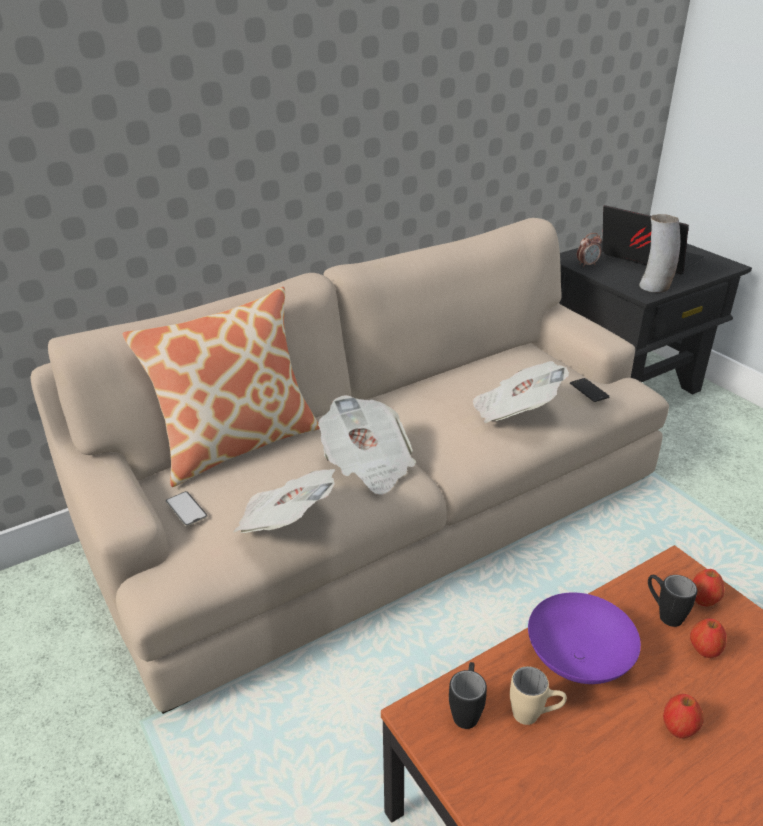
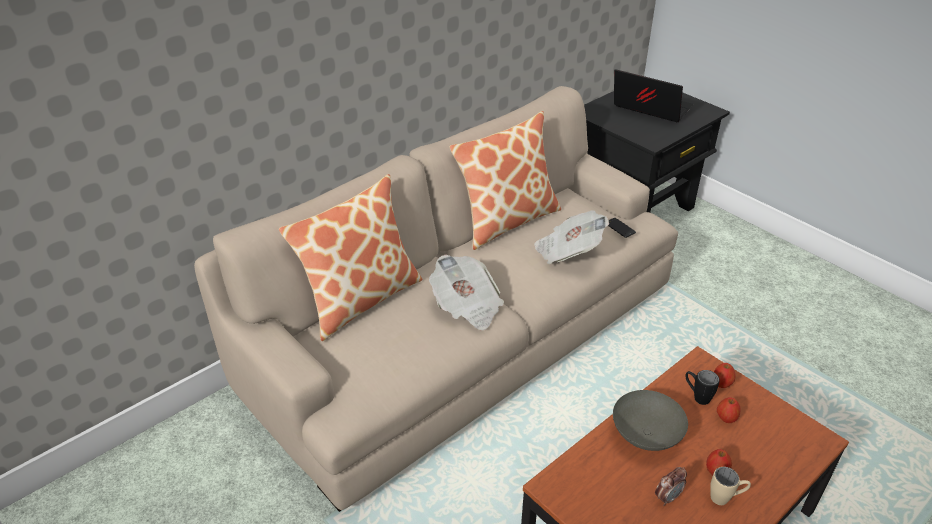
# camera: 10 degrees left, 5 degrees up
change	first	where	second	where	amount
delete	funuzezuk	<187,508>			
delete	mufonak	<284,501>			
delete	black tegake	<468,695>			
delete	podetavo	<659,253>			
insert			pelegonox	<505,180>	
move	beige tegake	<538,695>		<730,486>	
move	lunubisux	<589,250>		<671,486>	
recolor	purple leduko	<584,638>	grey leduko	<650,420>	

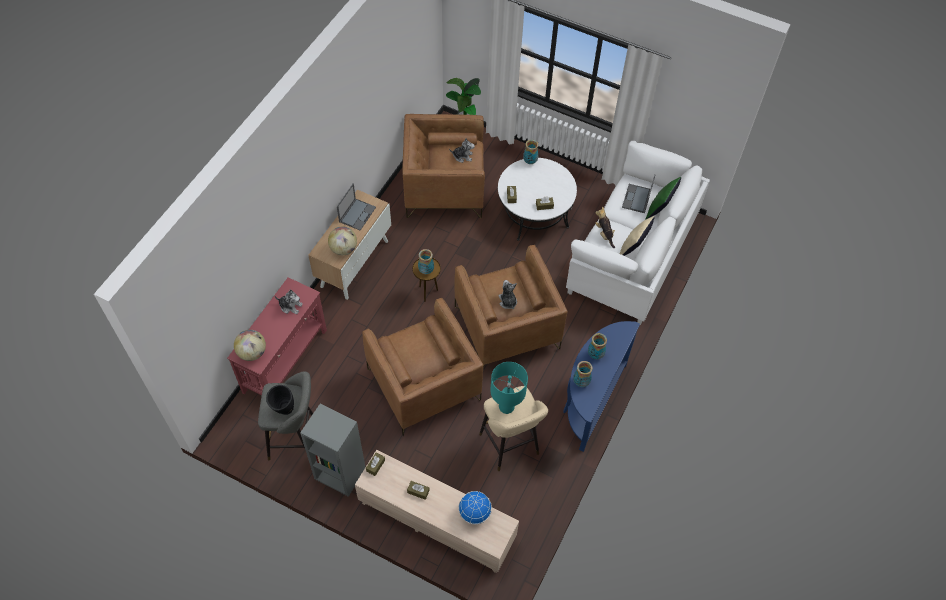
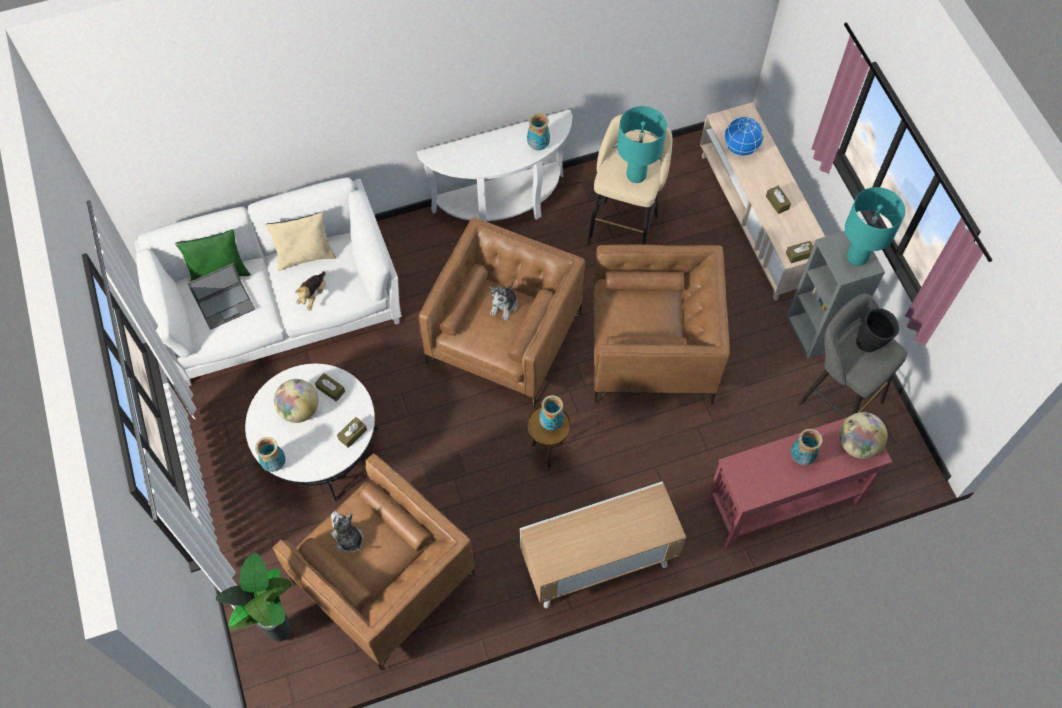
# camera: 135 degrees left, 5 degrees up
change	first	where	second	where	amount
delete	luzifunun	<289,301>			
delete	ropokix	<356,207>			
insert			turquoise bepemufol	<875,226>	
move	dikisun	<342,240>		<296,401>	
move	podetavo	<597,346>		<806,447>	
recolor	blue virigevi	<601,386>	white virigevi	<494,166>	
rotate	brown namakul	<422,367>		<661,324>	75 degrees clockwise

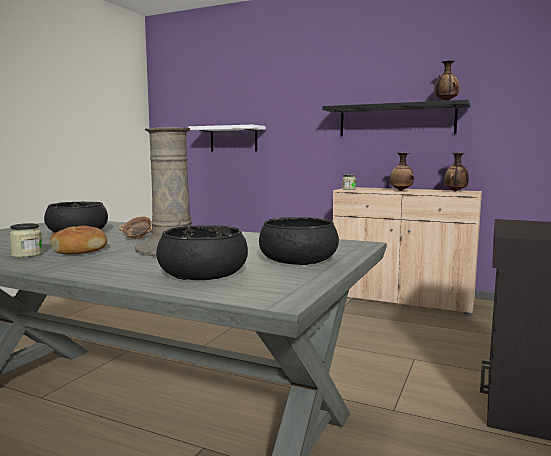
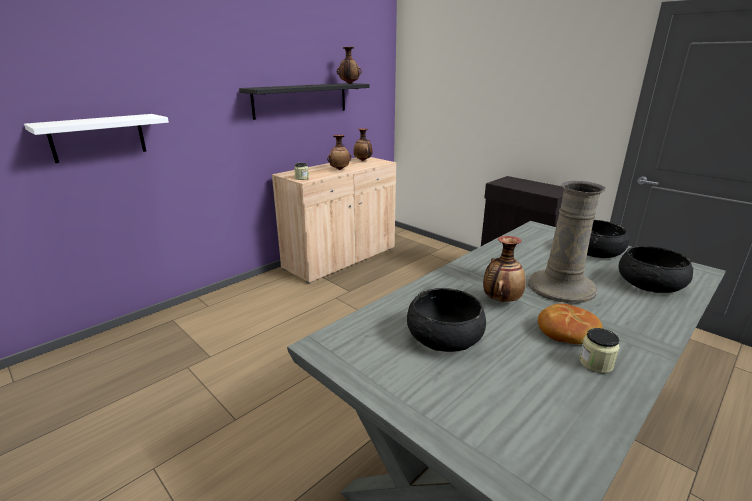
# camera: 70 degrees left, 15 degrees up
change	first	where	second	where	amount
replace	leduko	<135,227>	podetavo	<504,269>	

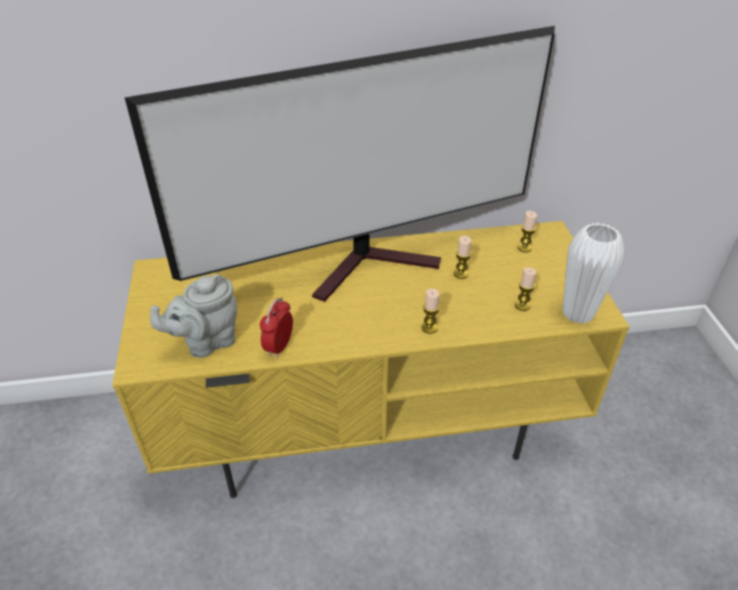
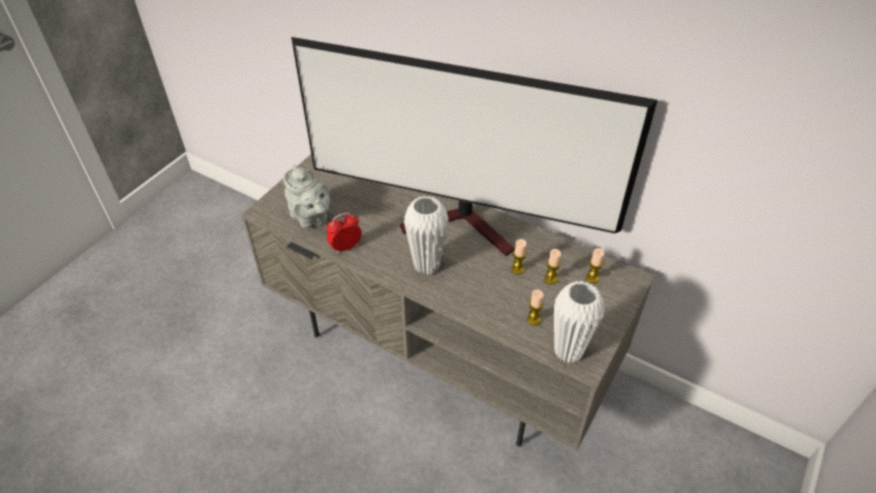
# camera: 40 degrees right, 5 degrees up
change	first	where	second	where	amount
insert			white podetavo	<426,235>	
move	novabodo	<431,311>		<552,266>	
recolor	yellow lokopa	<371,359>	grey lokopa	<448,302>	
rotate	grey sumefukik	<193,315>		<306,197>	135 degrees counterclockwise

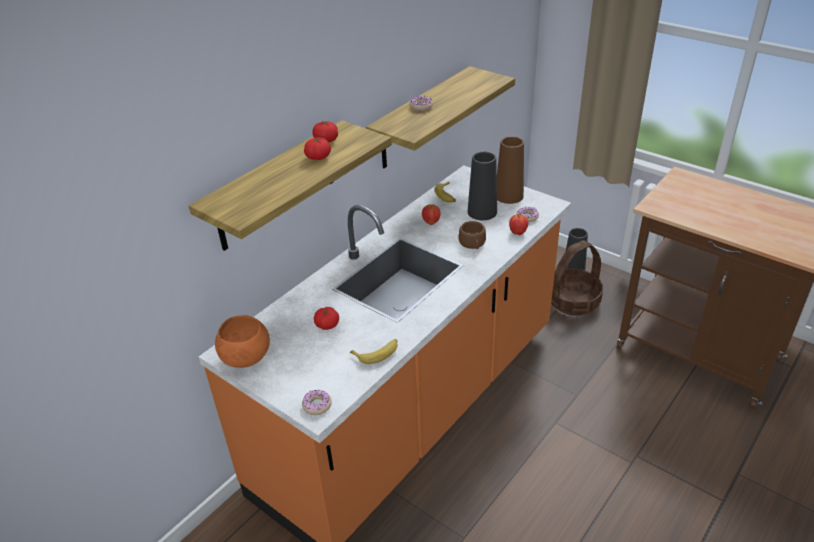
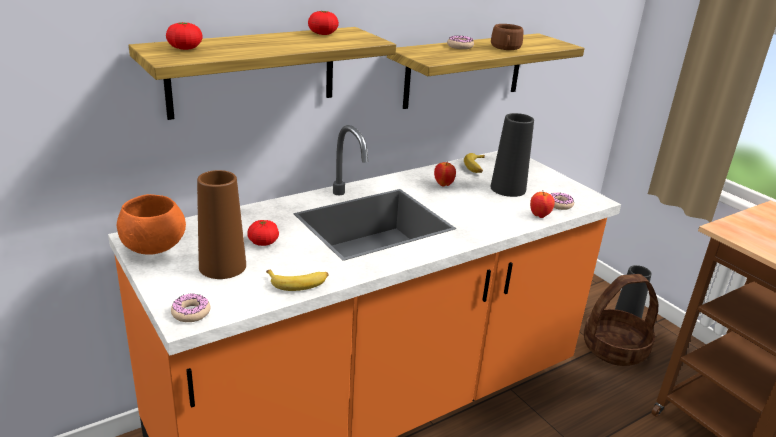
# camera: 15 degrees right, 10 degrees down
change	first	where	second	where	amount
move	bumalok	<317,148>		<184,36>	
move	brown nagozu	<472,235>		<507,37>	
move	brown podetavo	<510,170>		<221,224>	

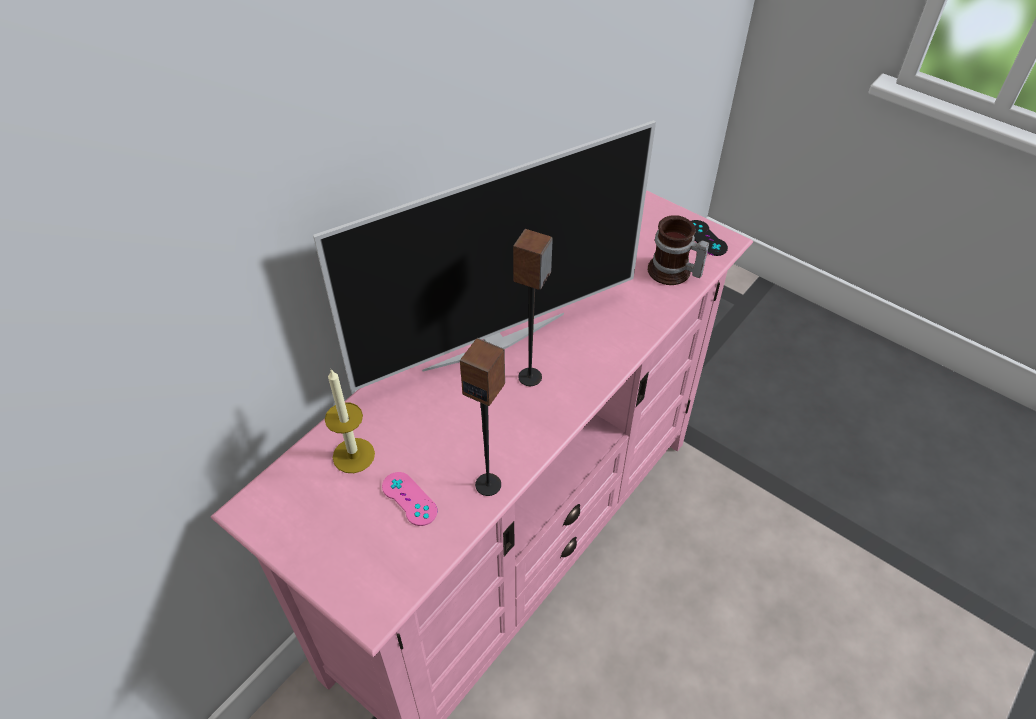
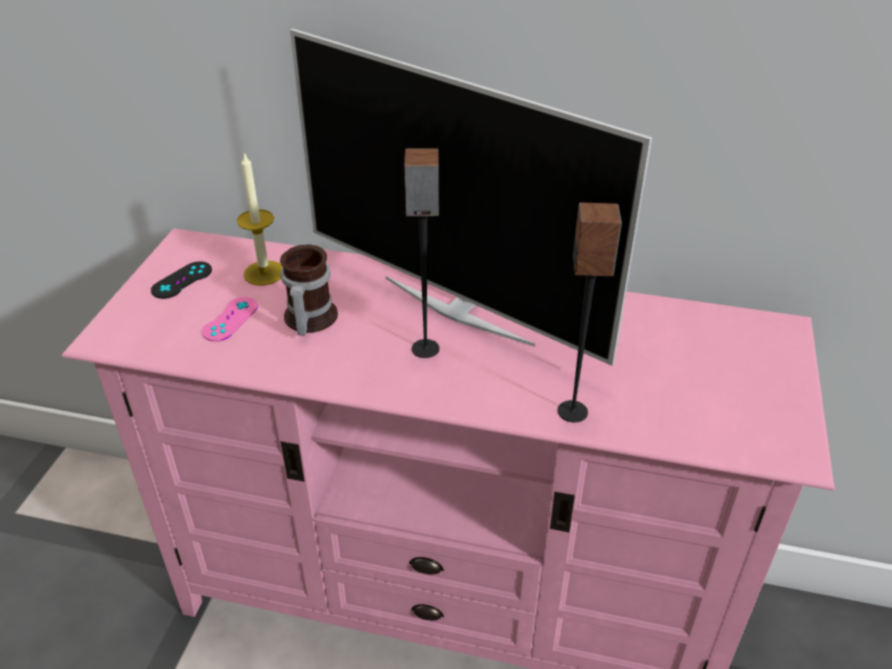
# camera: 65 degrees right, 10 degrees down
change	first	where	second	where	amount
move	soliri	<482,417>		<590,312>	
move	tegake	<678,250>		<309,290>	
move	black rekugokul	<709,238>		<181,280>	

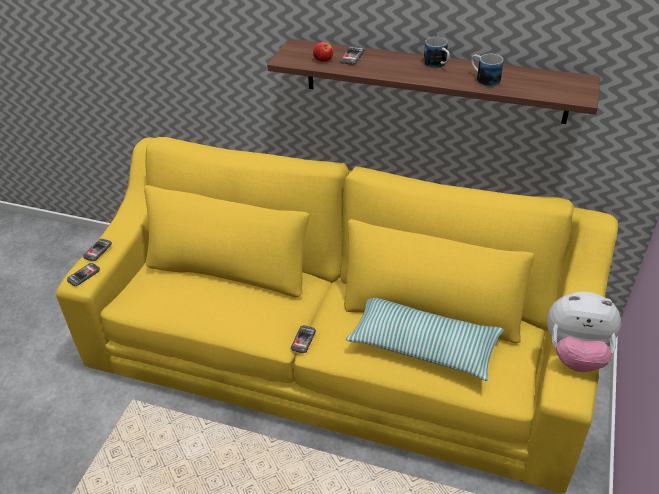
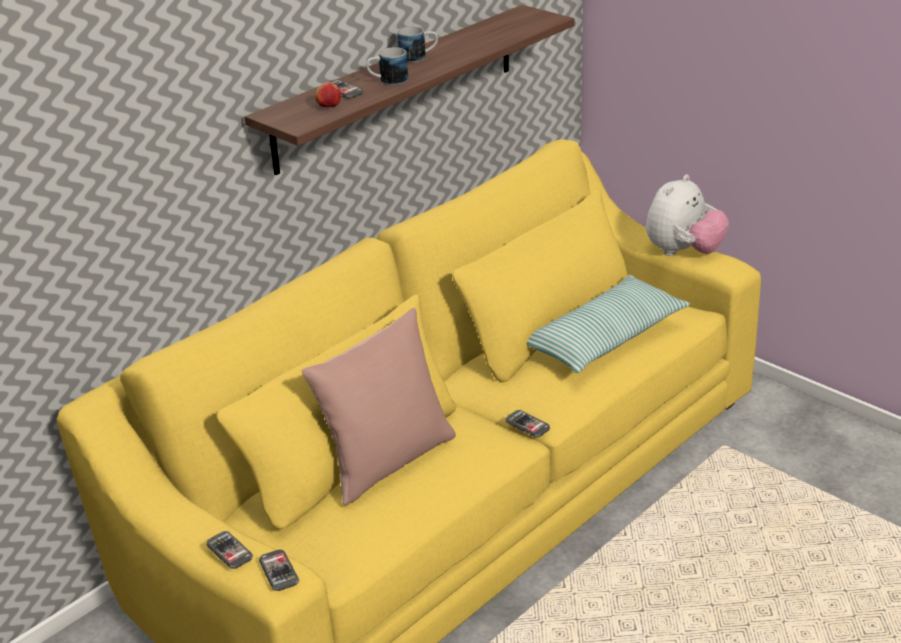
# camera: 65 degrees left, 10 degrees down
change	first	where	second	where	amount
insert			pink pelegonox	<379,407>	
move	tegake	<487,70>		<387,66>	

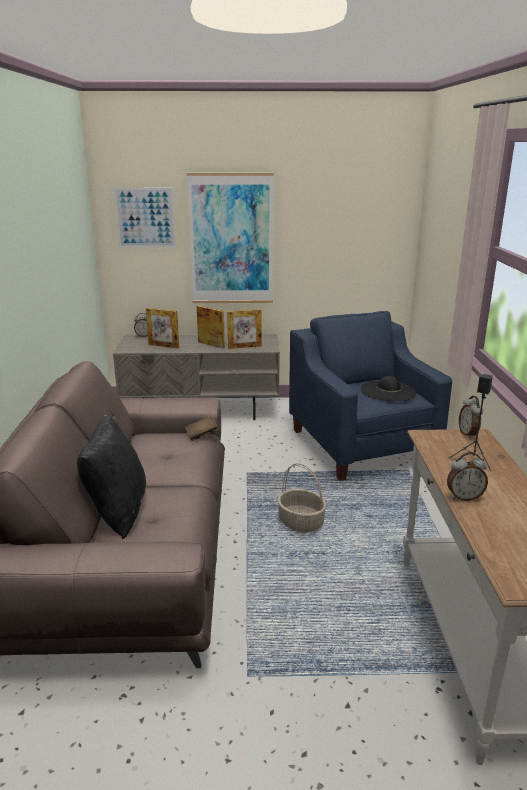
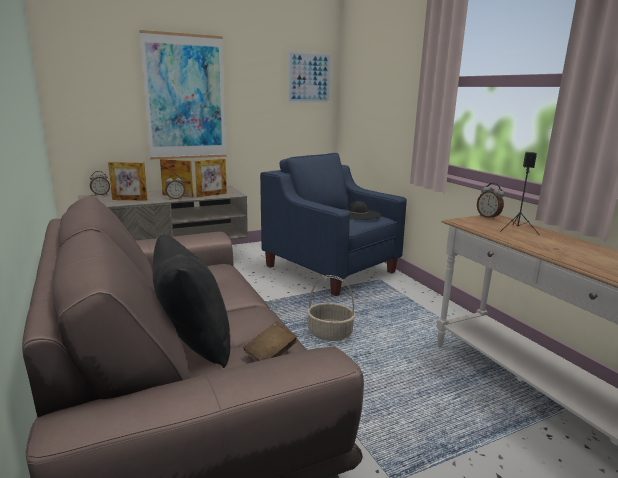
# camera: 25 degrees left, 5 degrees down
change	first	where	second	where	amount
move	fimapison	<145,218>		<310,77>	
move	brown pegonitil	<202,428>		<270,341>	
move	lunubisux	<467,476>		<175,186>	

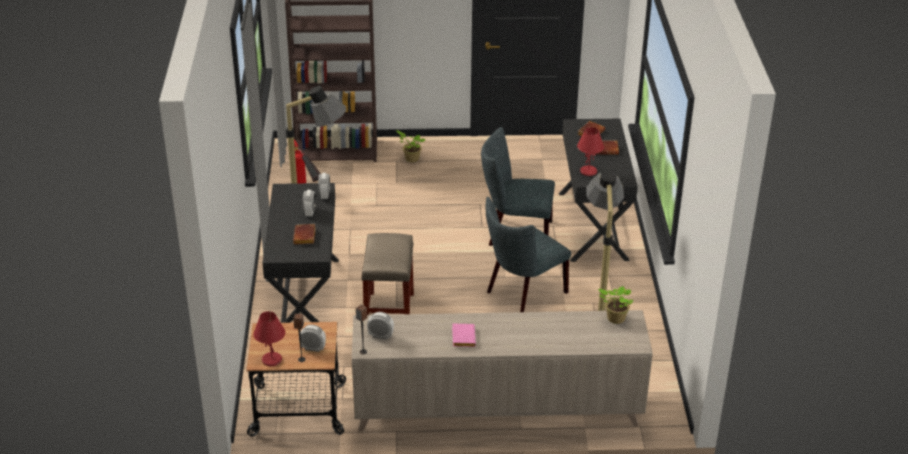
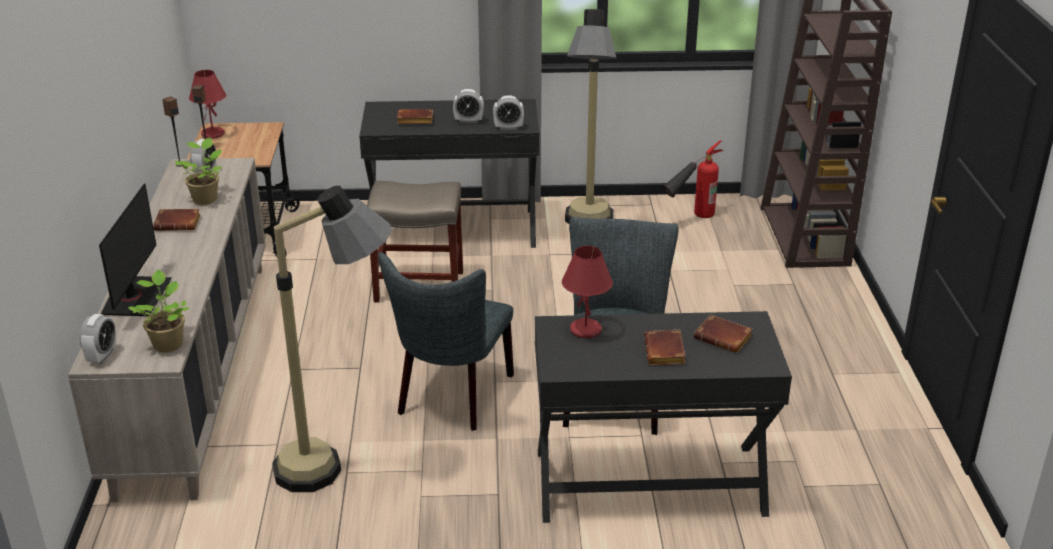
# camera: 90 degrees right, 5 degrees down
change	first	where	second	where	amount
insert			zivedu	<135,249>	
move	lunubisux	<313,338>		<98,339>	
move	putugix	<410,146>		<198,171>	
recolor	pink pegonitil	<464,335>	brown pegonitil	<176,220>	
rotate	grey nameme	<528,254>		<446,341>	120 degrees counterclockwise

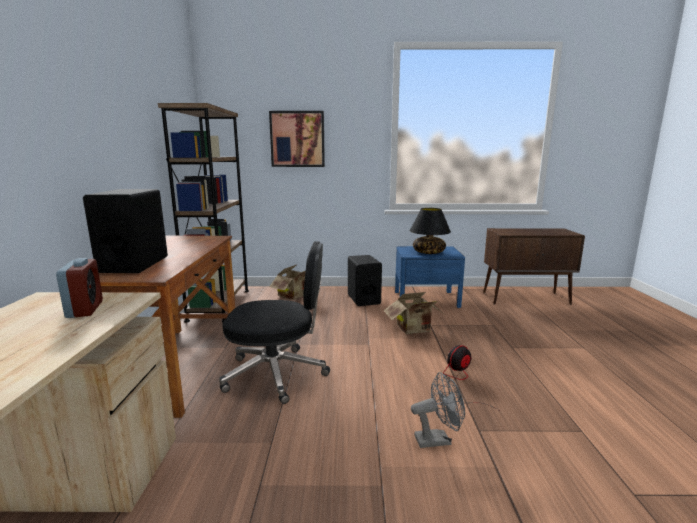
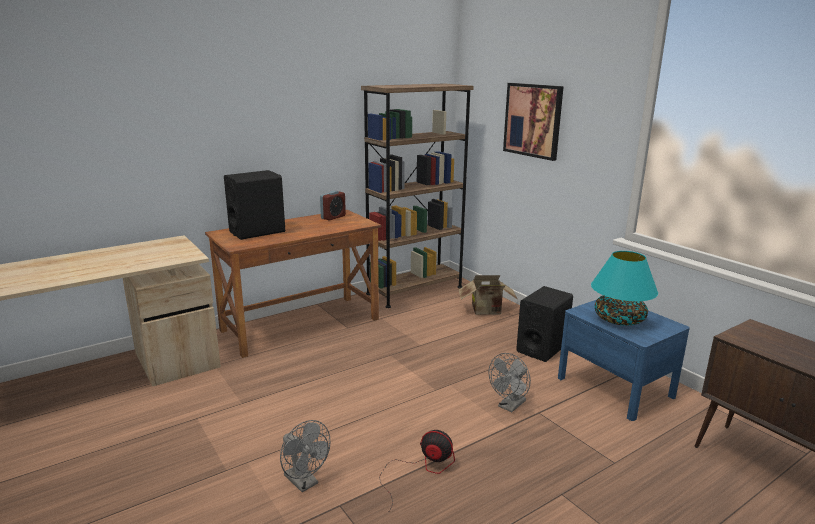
# camera: 55 degrees right, 5 degrees up
change	first	where	second	where	amount
delete	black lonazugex	<274,322>			
move	lunubisux	<79,288>		<333,206>	
replace	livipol	<414,313>	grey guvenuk	<509,382>	
recolor	black bepemufol	<430,231>	turquoise bepemufol	<624,288>	

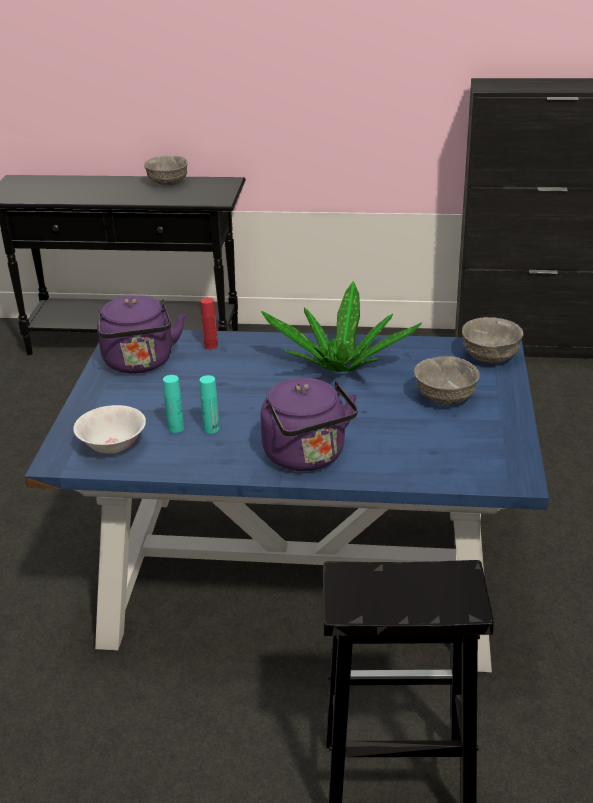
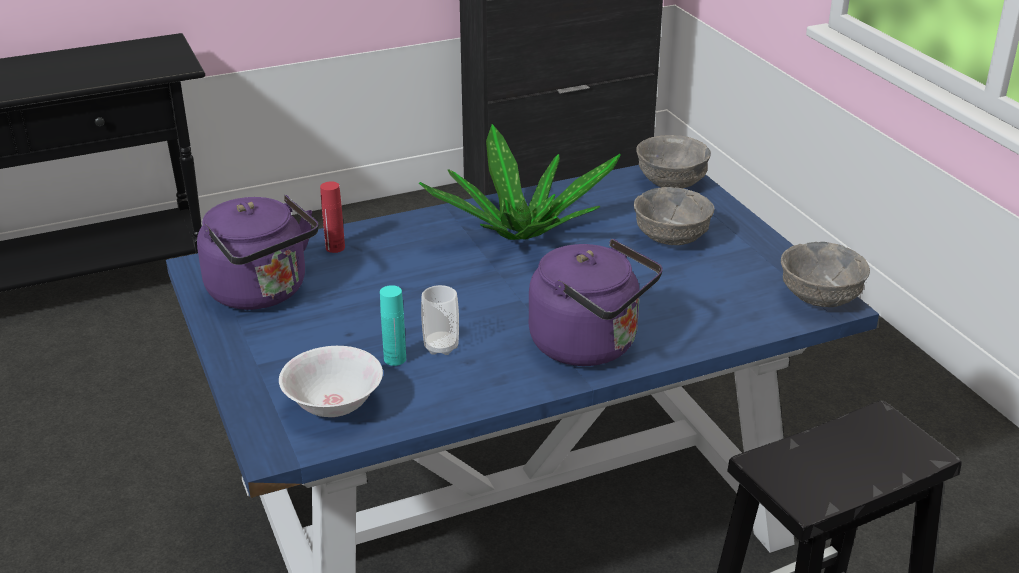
# camera: 30 degrees left, 0 degrees up
change	first	where	second	where	amount
move	grey leduko	<166,171>		<825,274>	
replace	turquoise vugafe	<209,404>	nagozu	<440,320>	

